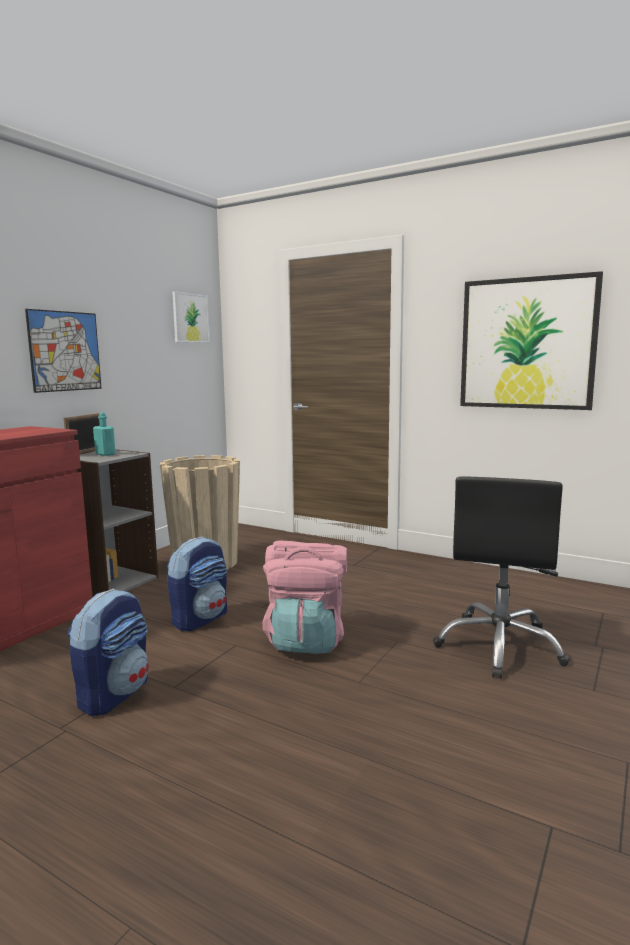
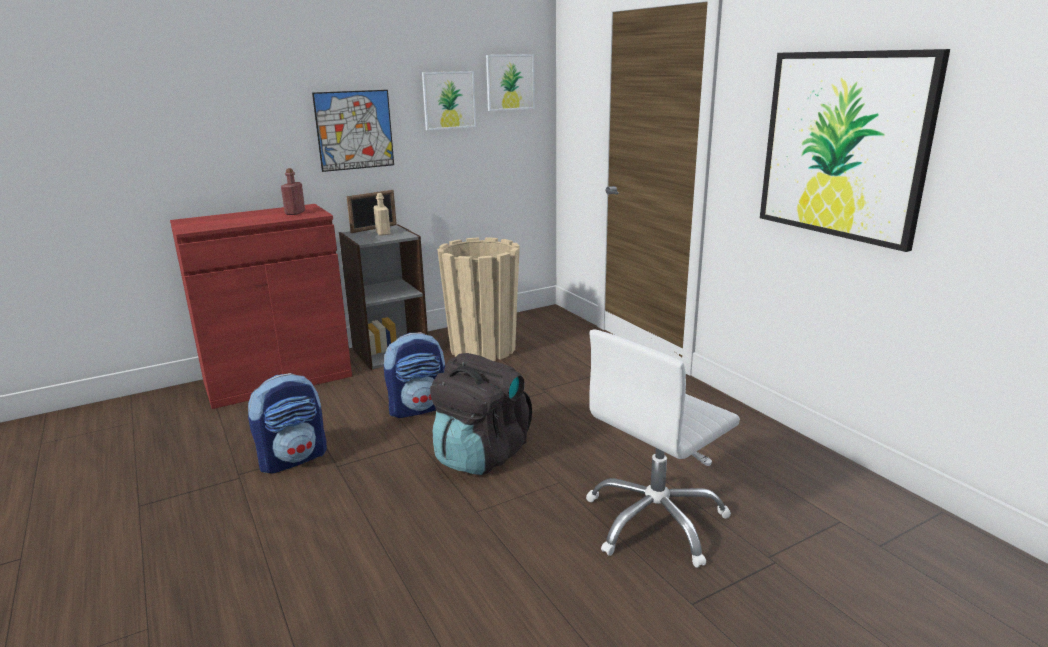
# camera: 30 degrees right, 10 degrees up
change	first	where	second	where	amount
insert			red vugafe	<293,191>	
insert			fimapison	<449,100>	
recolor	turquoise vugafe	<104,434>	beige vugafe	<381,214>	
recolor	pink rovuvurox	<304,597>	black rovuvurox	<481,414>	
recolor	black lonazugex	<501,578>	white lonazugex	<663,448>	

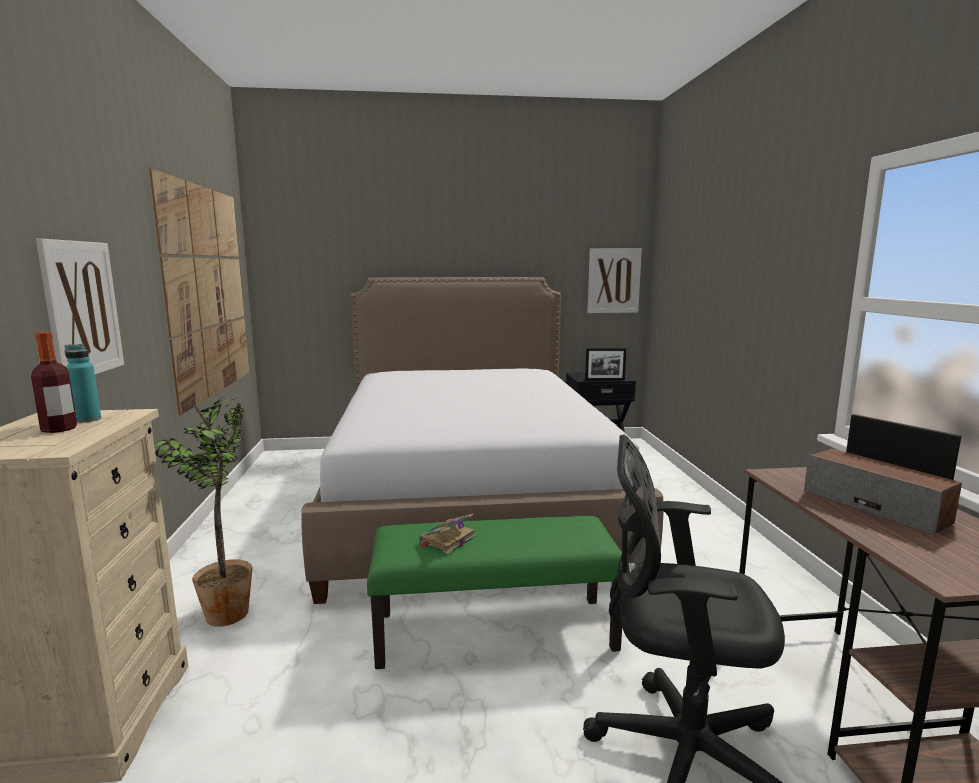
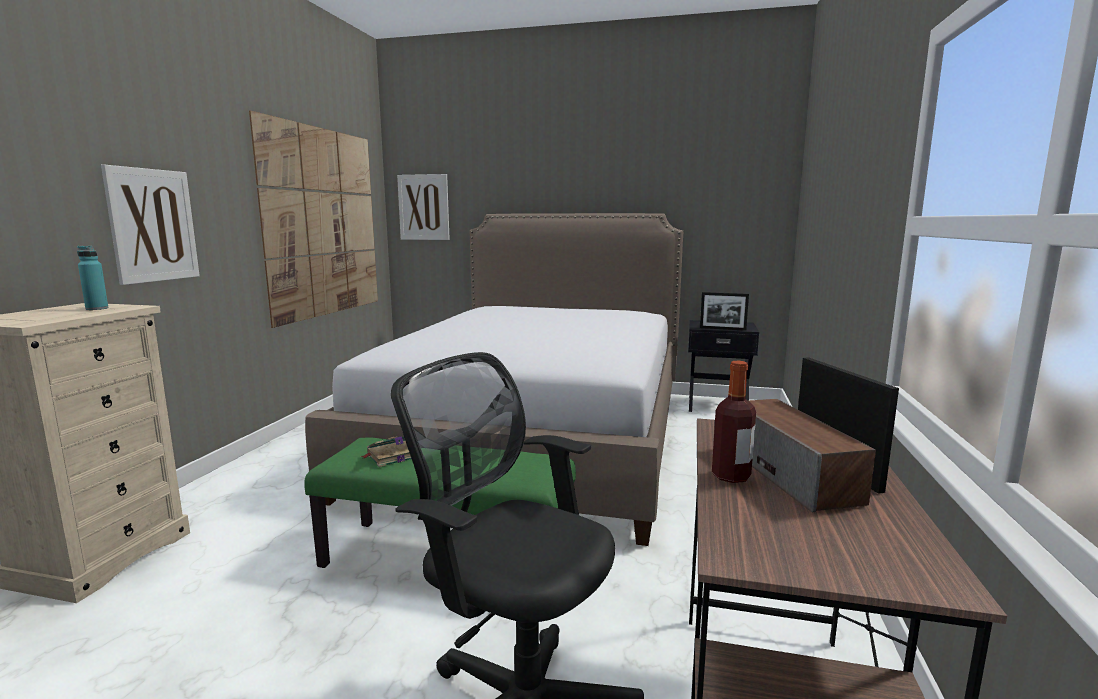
# camera: 20 degrees right, 0 degrees up
change	first	where	second	where	amount
delete	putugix	<203,511>			
move	vugafe	<54,382>		<734,422>	
move	fimapison	<614,280>		<423,207>	

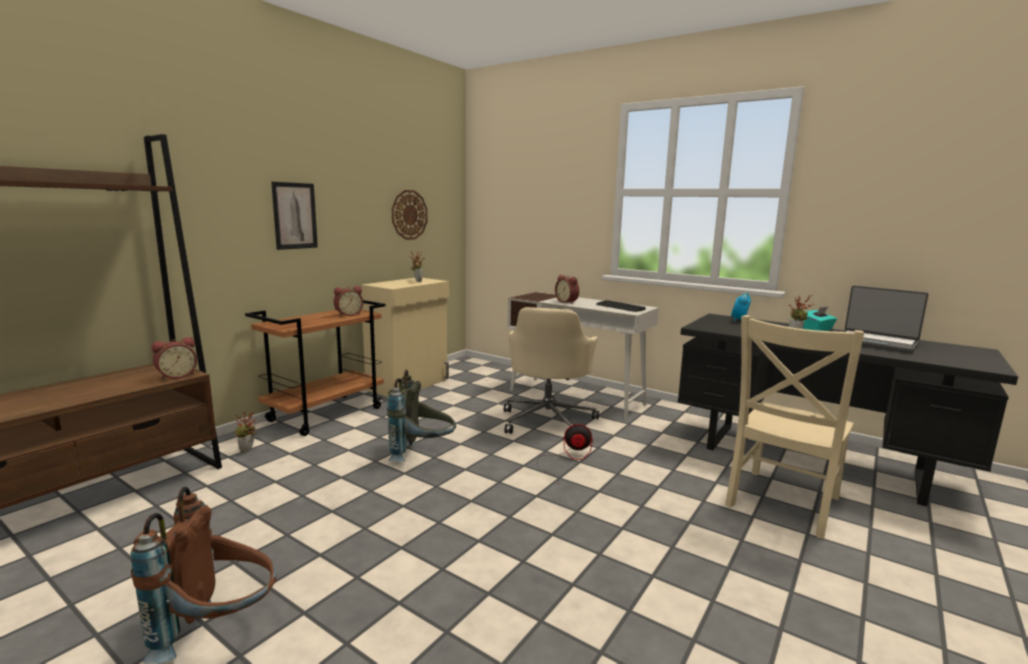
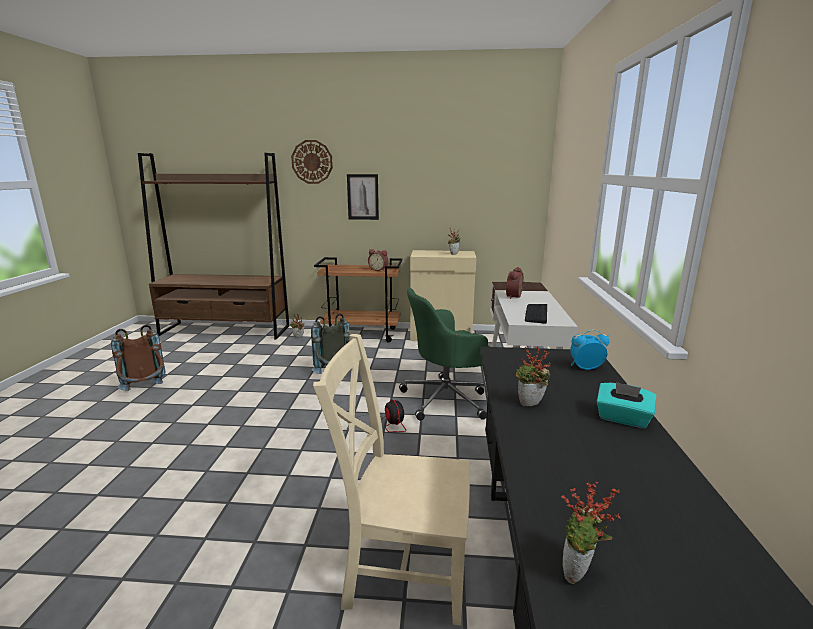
# camera: 60 degrees right, 5 degrees up
change	first	where	second	where	amount
delete	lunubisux	<174,358>			
delete	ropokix	<886,320>			
insert			putugix	<590,532>	
move	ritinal	<410,215>		<312,162>	
recolor	beige lonazugex	<551,370>	green lonazugex	<444,354>	

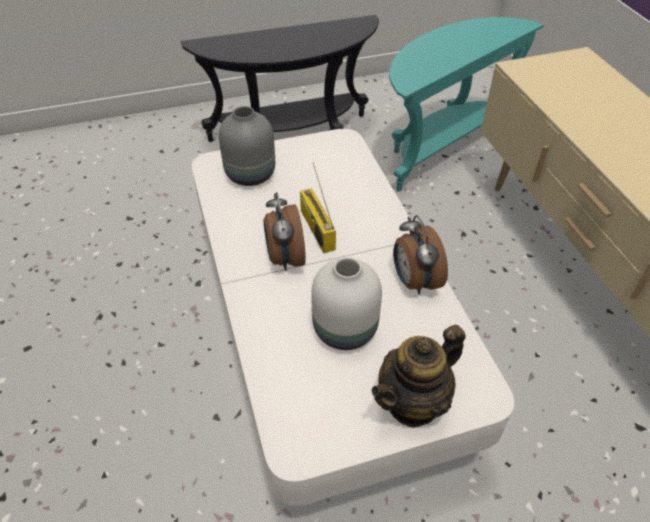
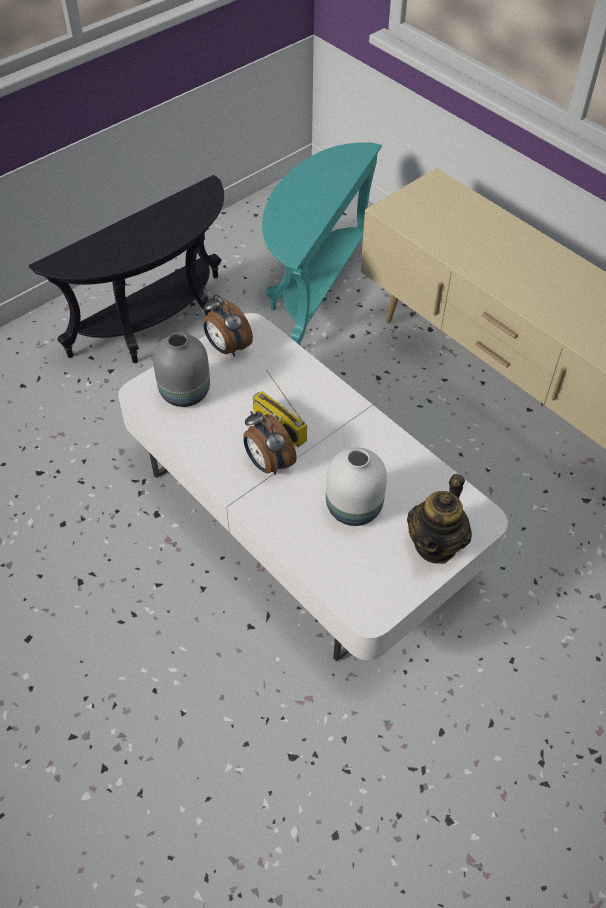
# camera: 25 degrees left, 5 degrees up
change	first	where	second	where	amount
move	lunubisux	<420,255>		<228,326>	

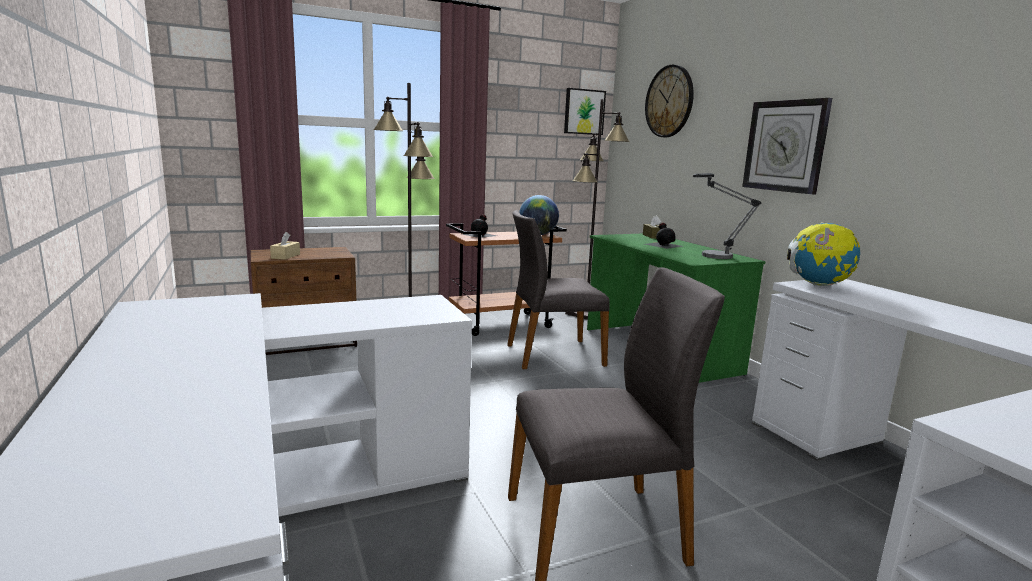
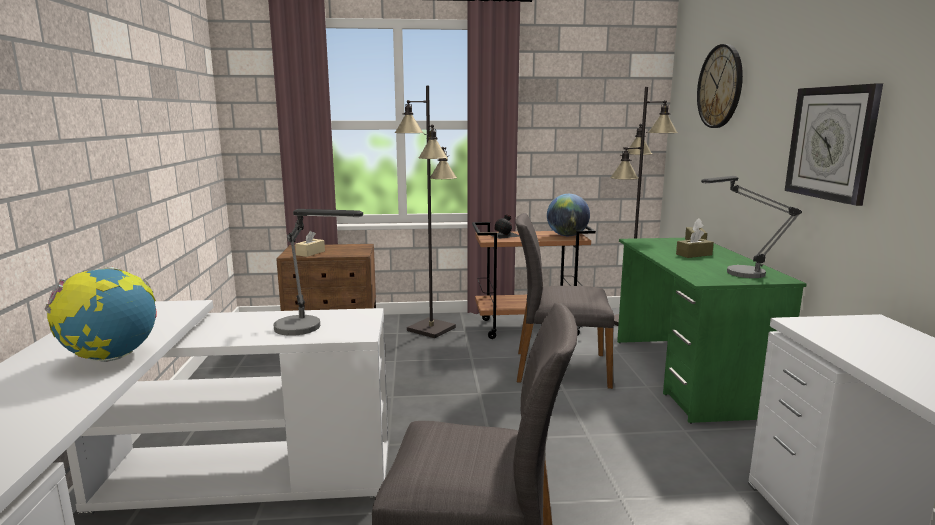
# camera: 20 degrees right, 0 degrees up
change	first	where	second	where	amount
delete	fimapison	<585,111>			
insert			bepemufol	<318,272>	
move	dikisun	<823,254>		<101,314>	
replace	black vugafe	<664,236>	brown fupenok	<695,243>	

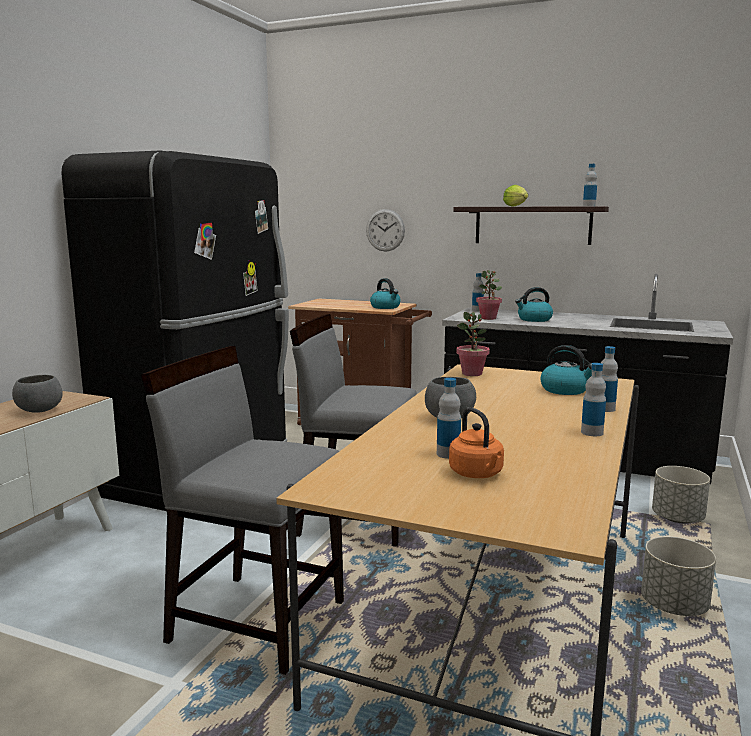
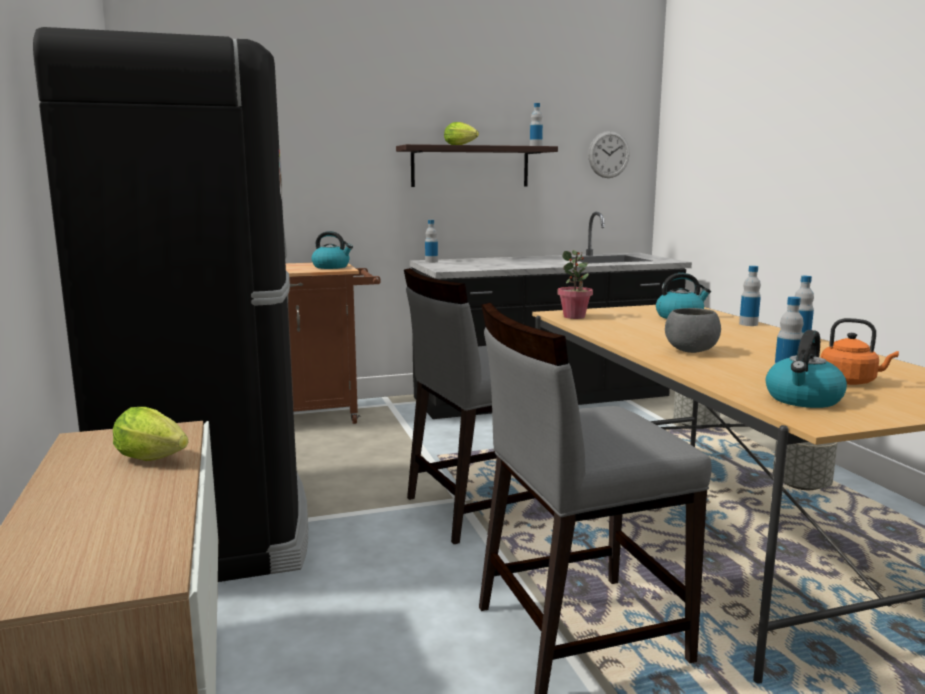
# camera: 40 degrees left, 0 degrees up
change	first	where	second	where	amount
delete	putugix	<489,295>			
move	ritinal	<385,230>		<609,154>	
move	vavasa	<534,304>		<806,369>	
replace	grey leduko	<37,394>	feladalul	<150,434>	

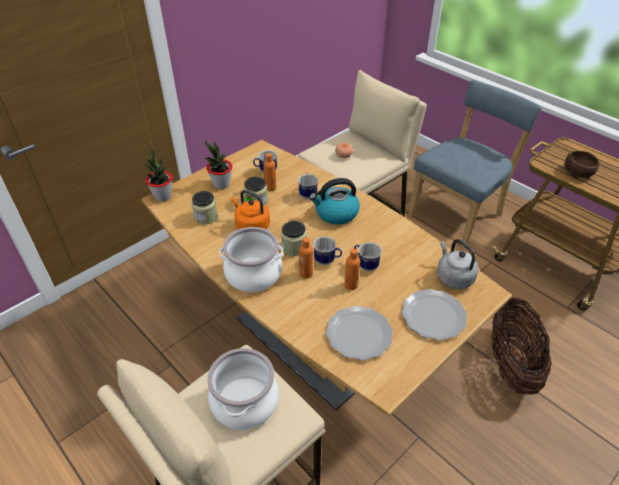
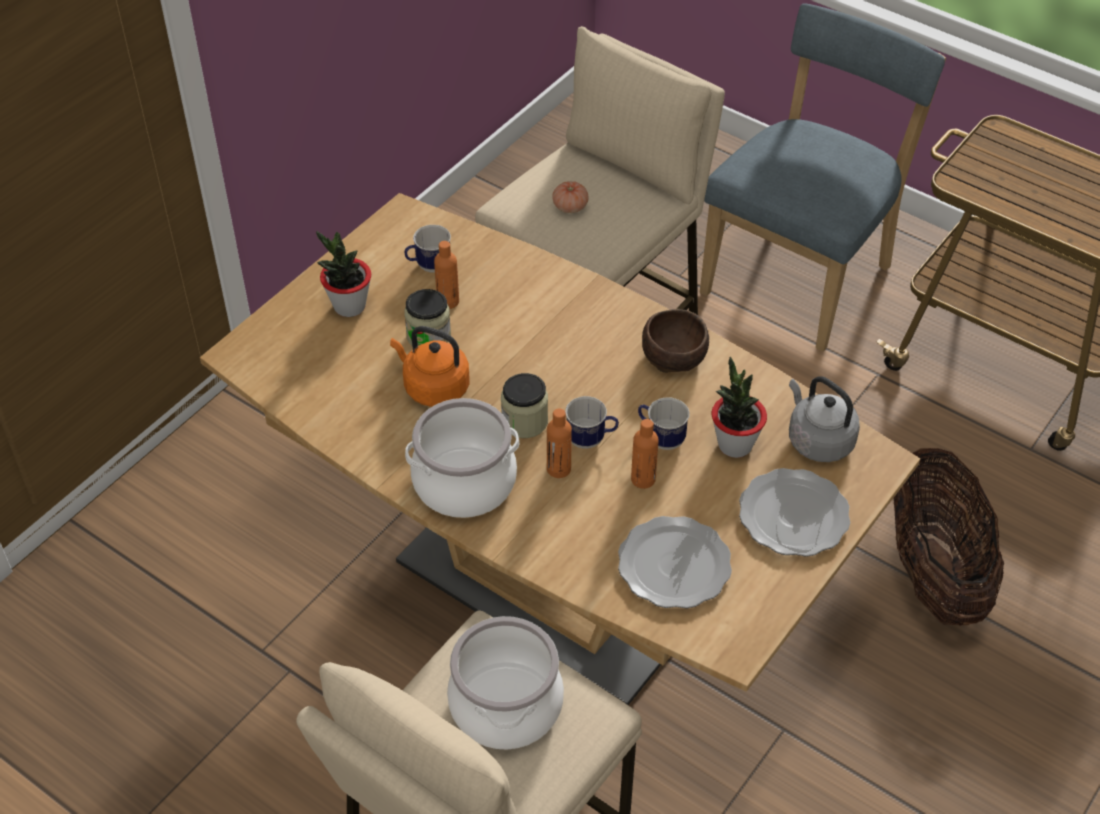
# camera: 10 degrees left, 5 degrees up
change	first	where	second	where	amount
delete	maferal	<204,207>			
delete	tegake	<308,186>			
delete	vavasa	<334,201>			
move	putugix	<158,174>		<739,407>	
move	brown leduko	<582,164>		<675,341>	

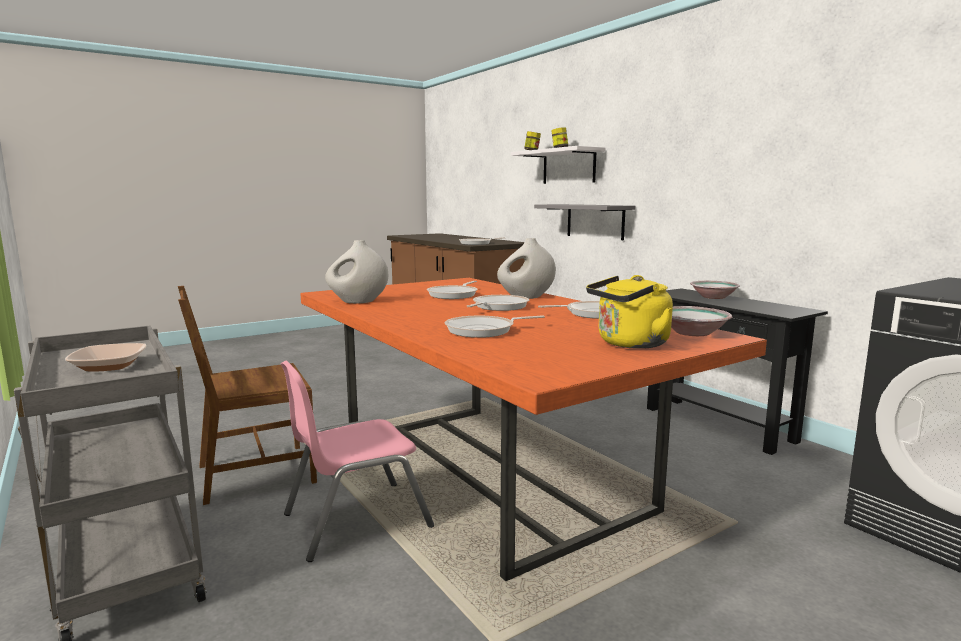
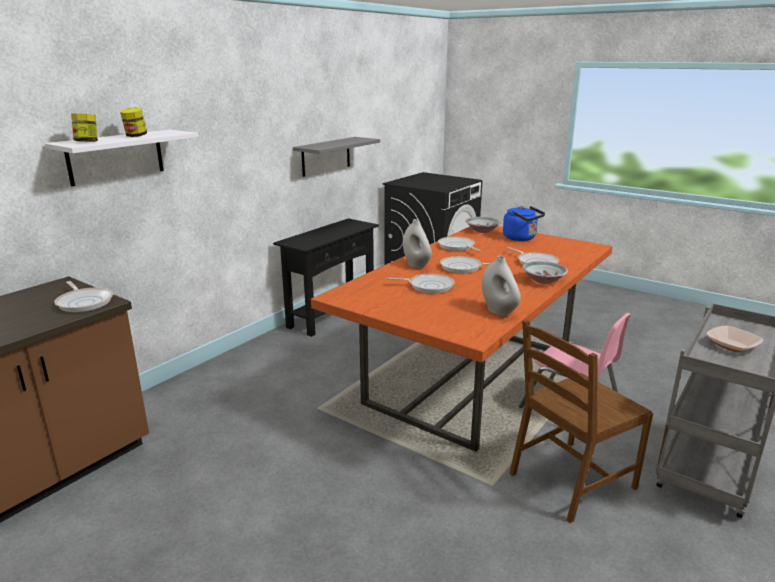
# camera: 110 degrees left, 10 degrees up
change	first	where	second	where	amount
move	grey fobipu	<584,222>		<336,157>	
move	leduko	<715,289>		<545,272>	
recolor	yellow vavasa	<629,312>	blue vavasa	<524,223>	
rotate	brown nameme	<247,395>		<581,421>	105 degrees clockwise

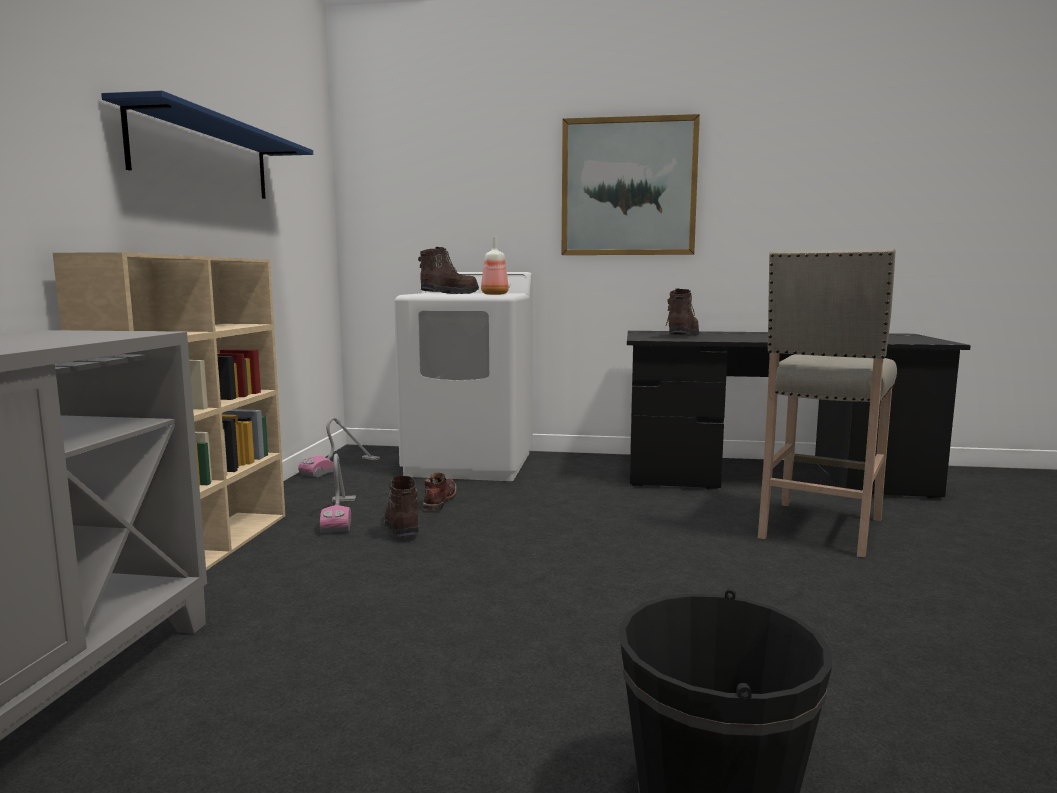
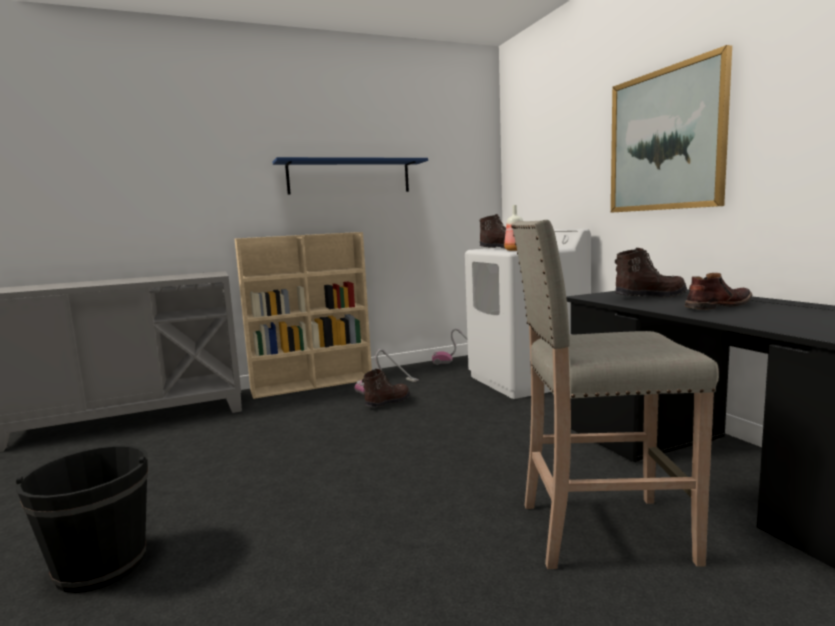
# camera: 60 degrees right, 0 degrees up
change	first	where	second	where	amount
move	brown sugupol	<440,491>		<718,291>	

